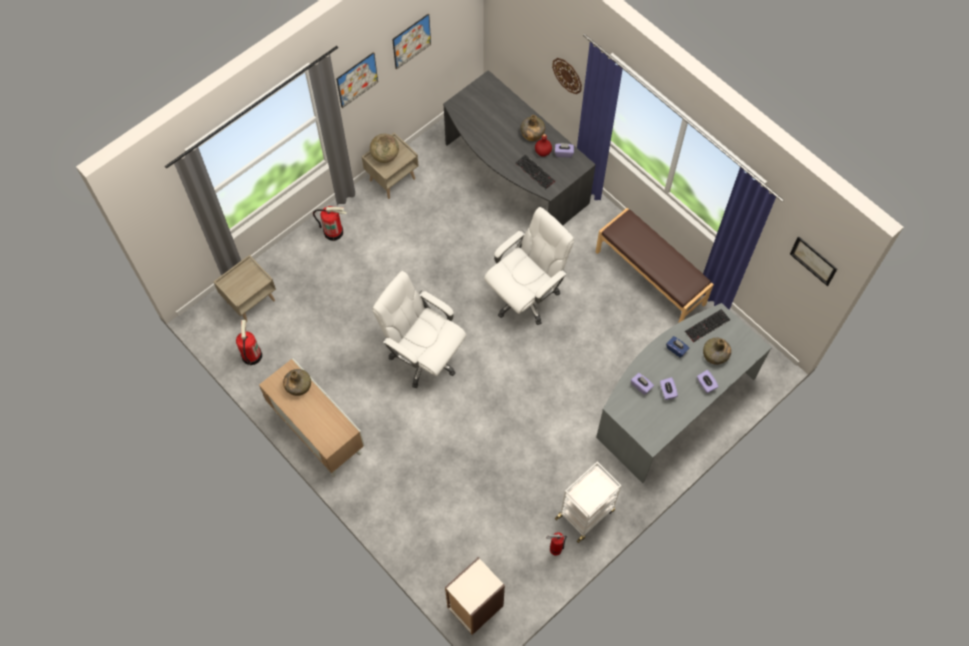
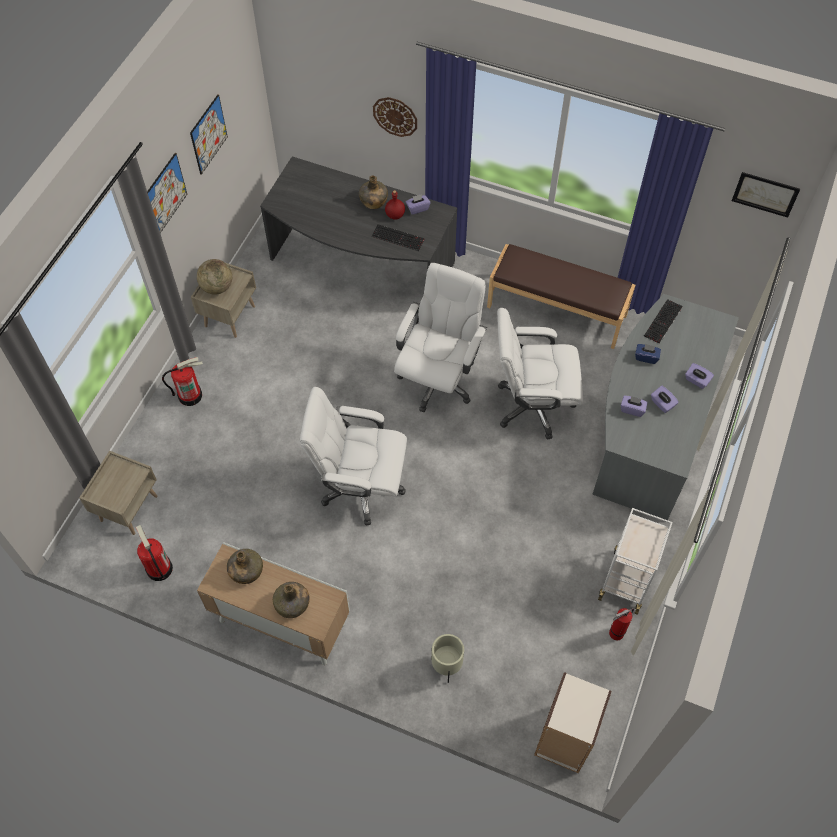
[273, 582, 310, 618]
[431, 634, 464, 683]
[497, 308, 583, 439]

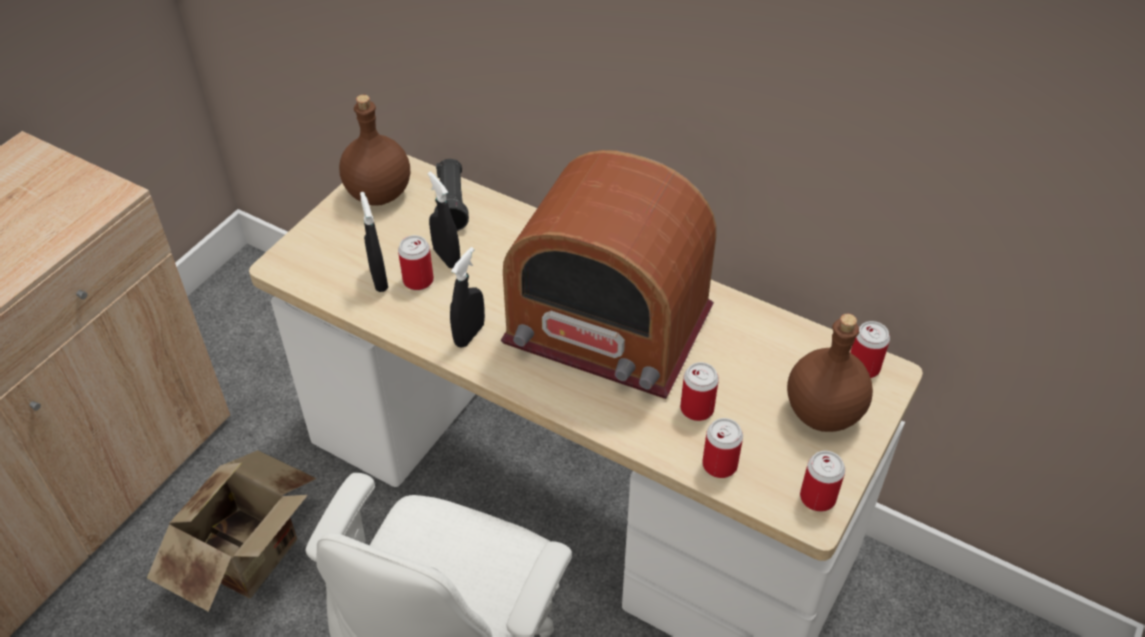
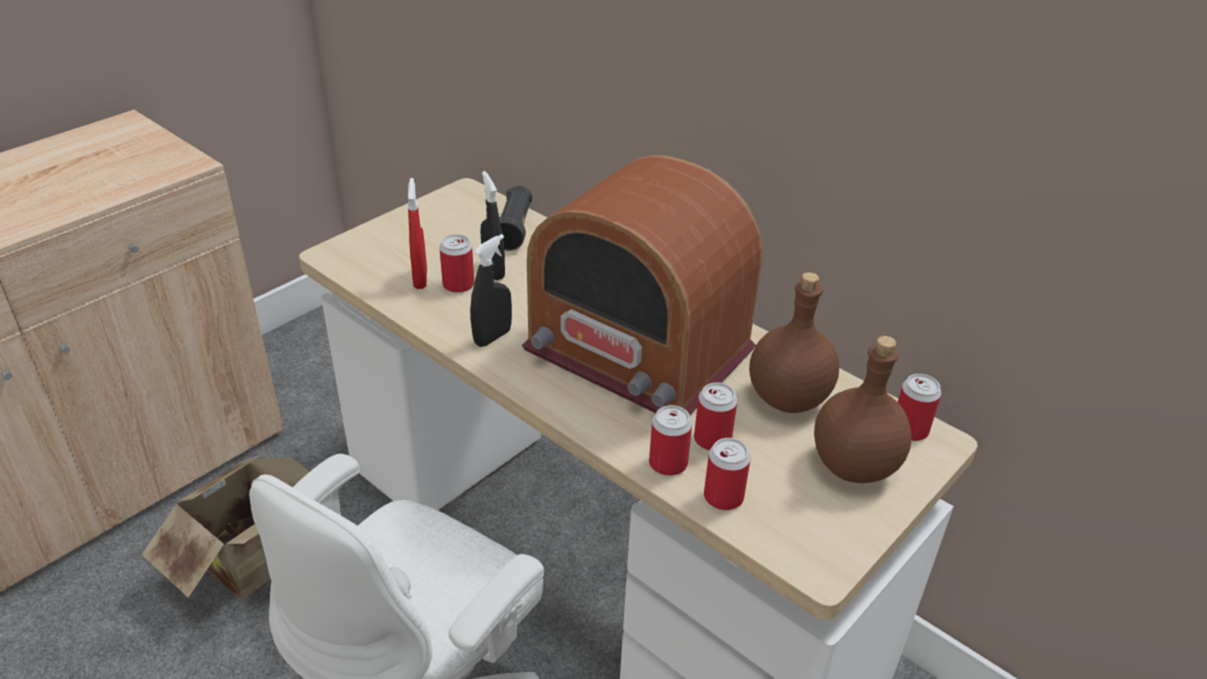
[408, 178, 427, 289]
[649, 405, 692, 476]
[749, 272, 839, 413]

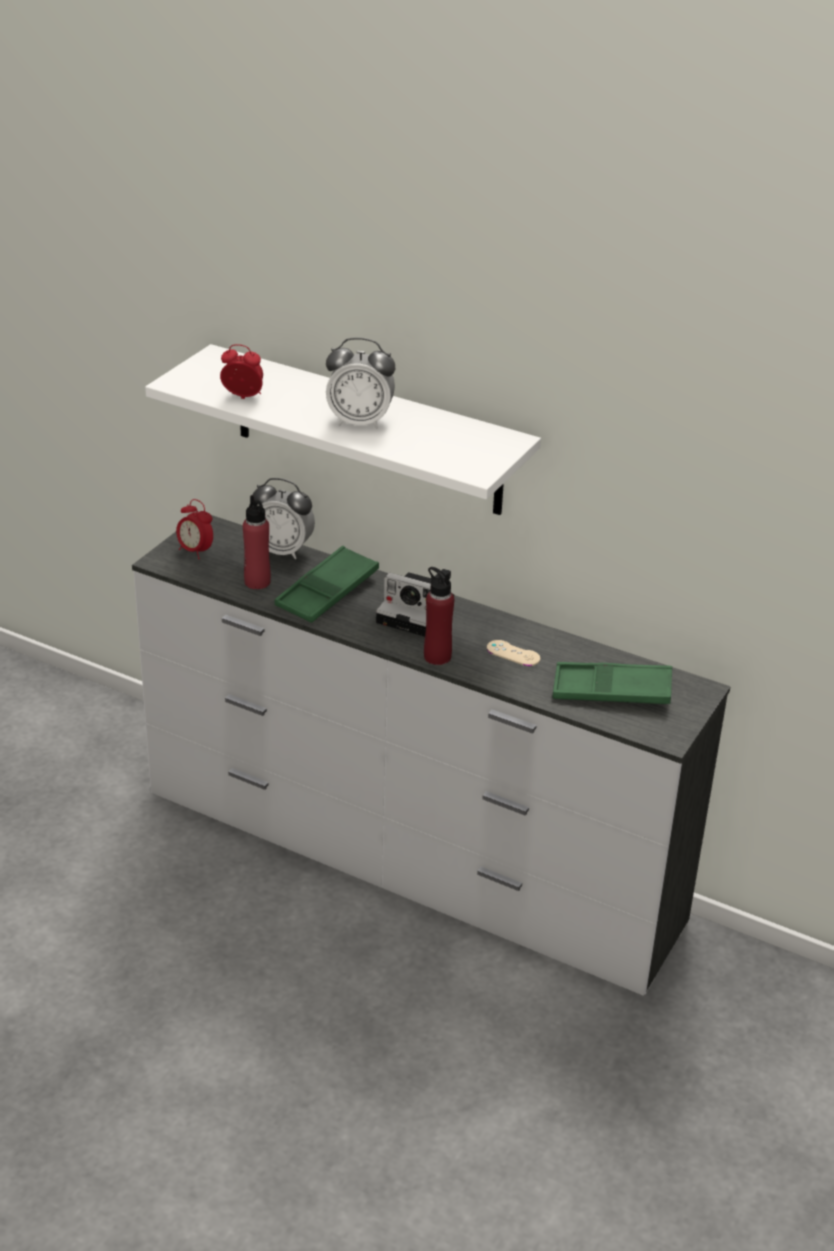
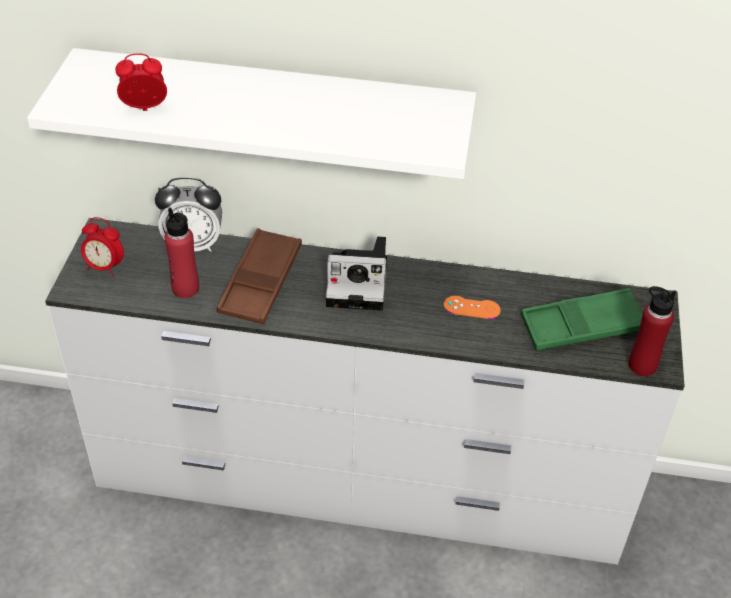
[217, 228, 302, 324]
[444, 296, 501, 319]
[628, 286, 676, 377]
[326, 337, 395, 429] (first image)

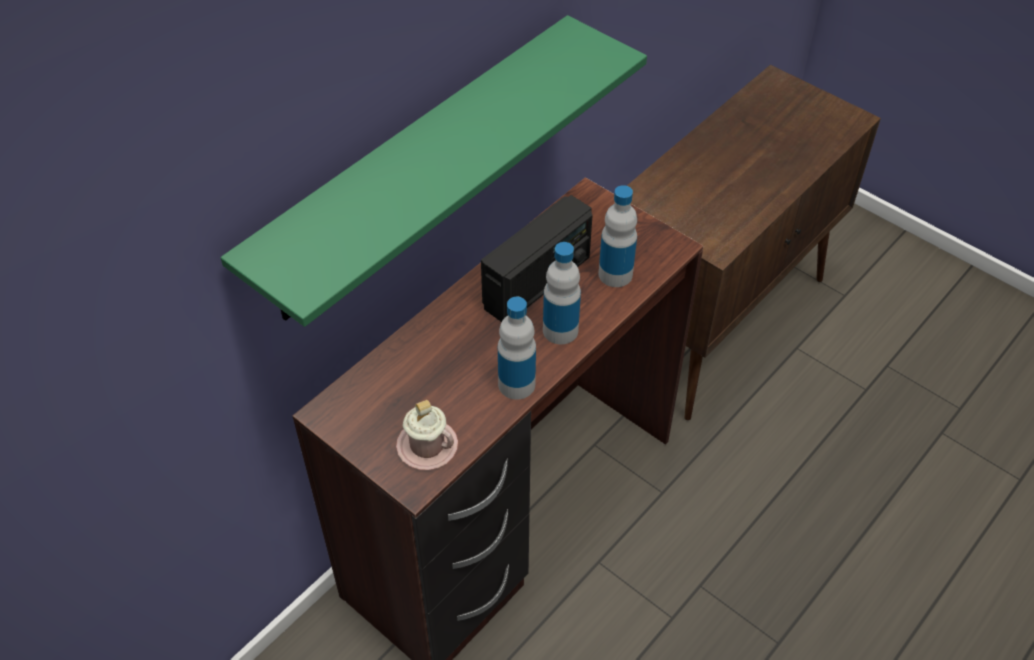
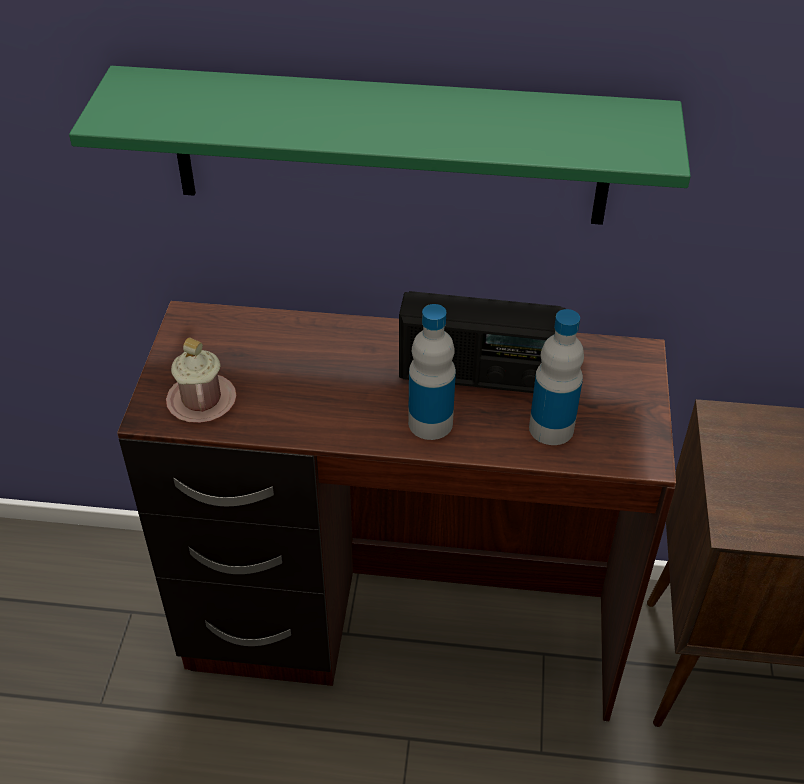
[498, 297, 536, 399] (first image)

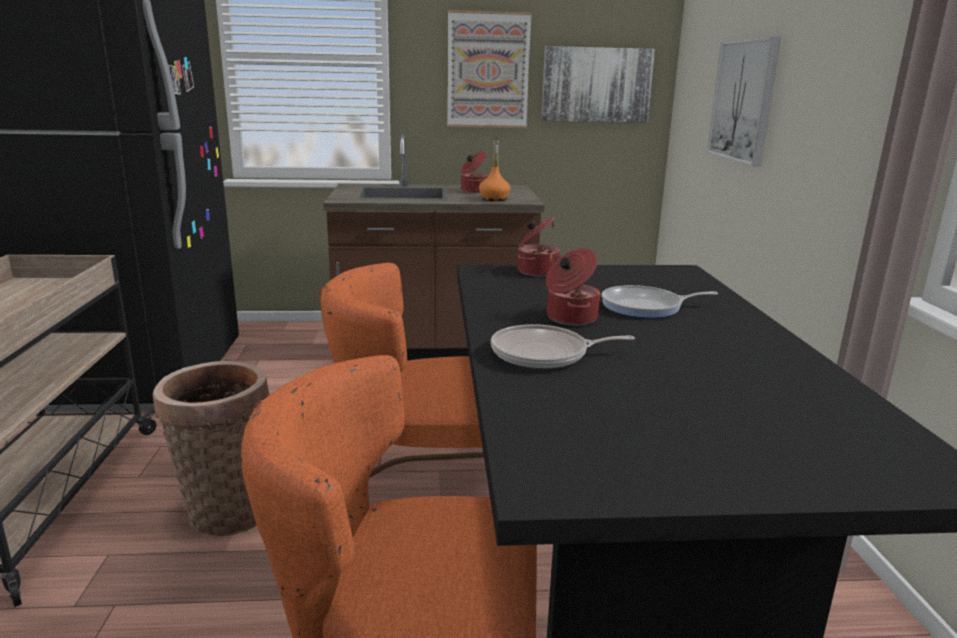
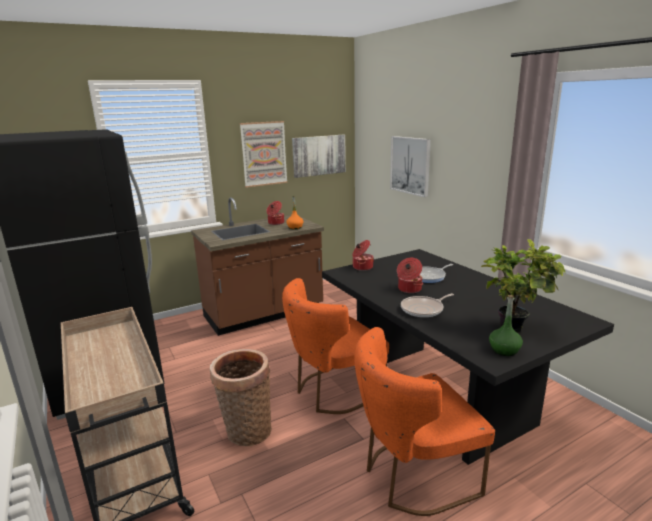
[481, 239, 565, 333]
[489, 295, 523, 356]

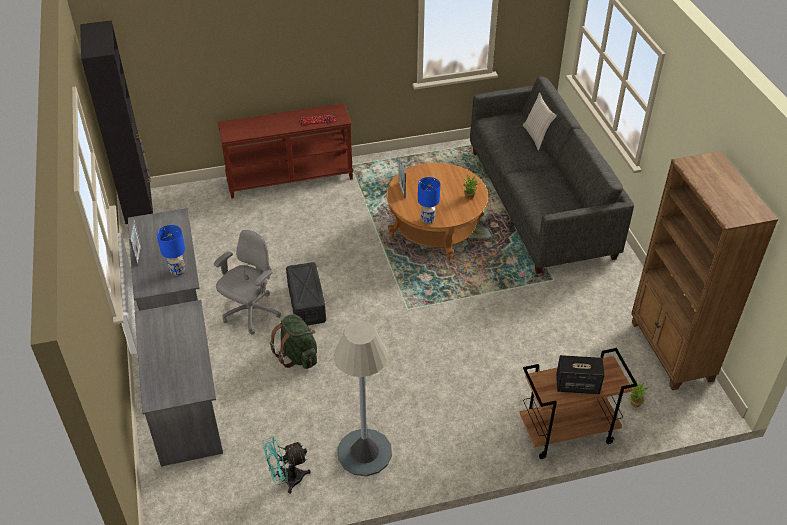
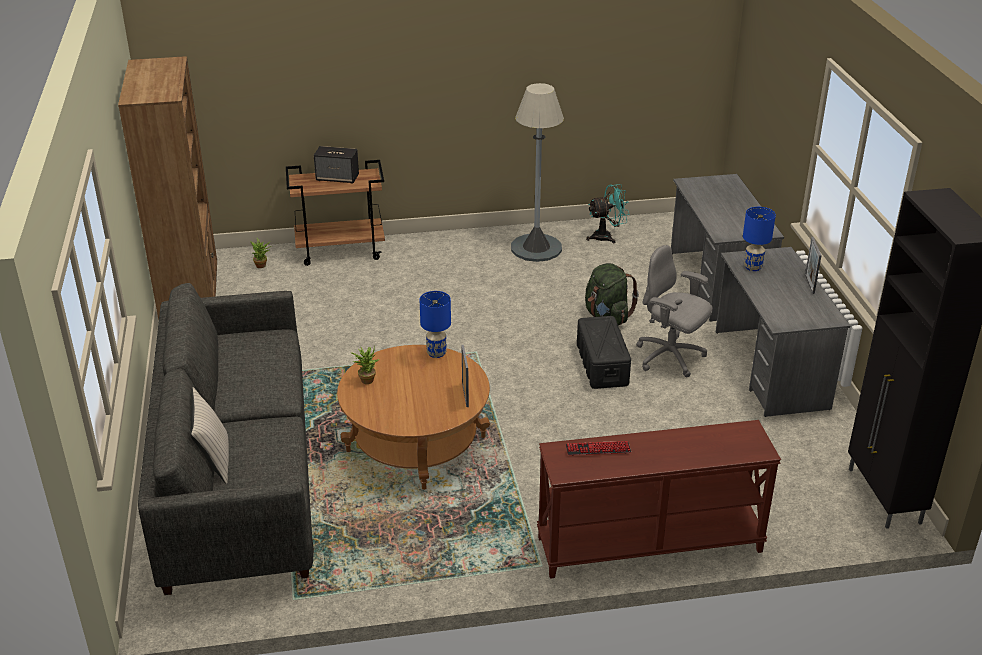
[636, 245, 713, 377]

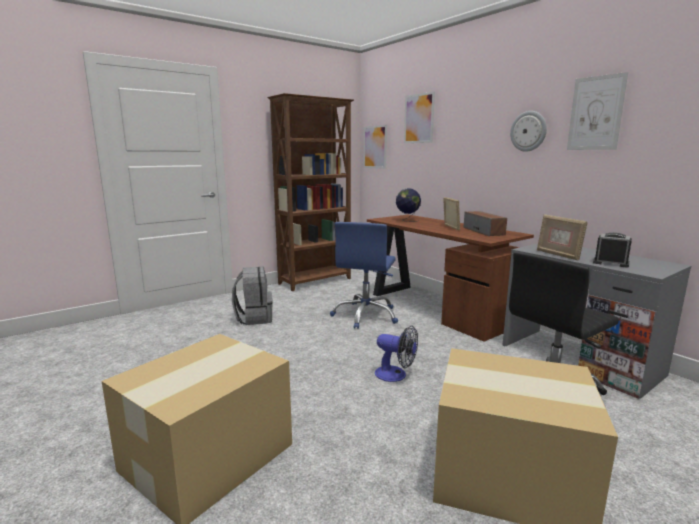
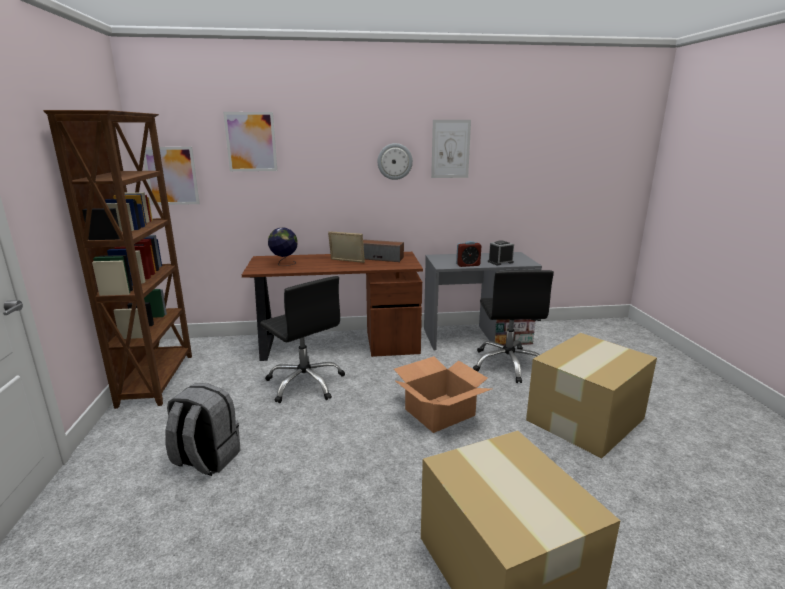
[260, 276, 345, 403]
[394, 356, 491, 433]
[456, 241, 481, 267]

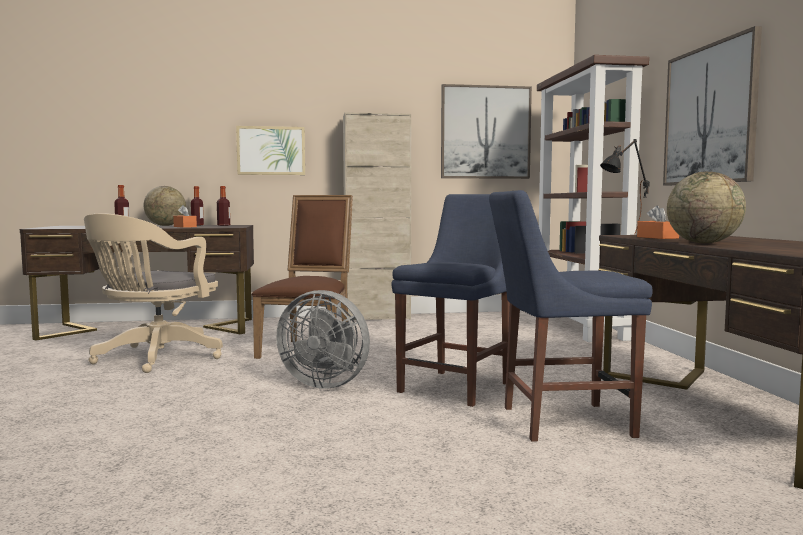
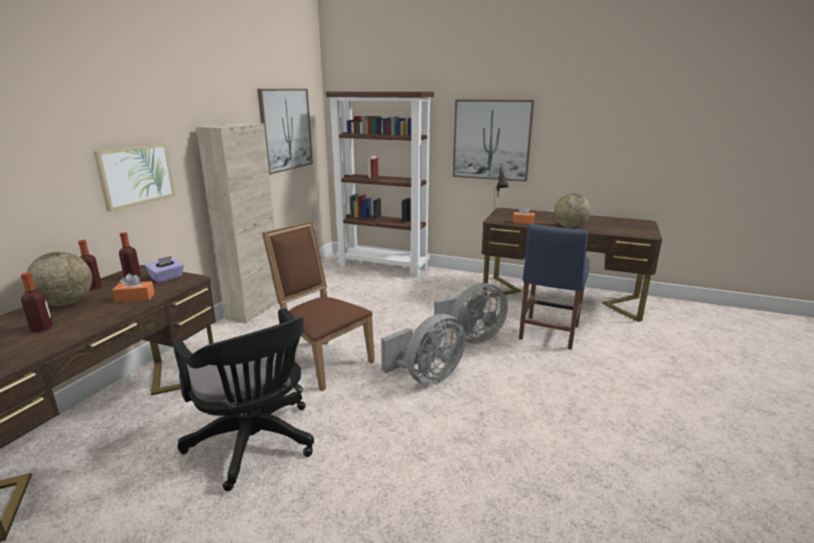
[146, 256, 184, 283]
[172, 308, 314, 491]
[434, 283, 508, 344]

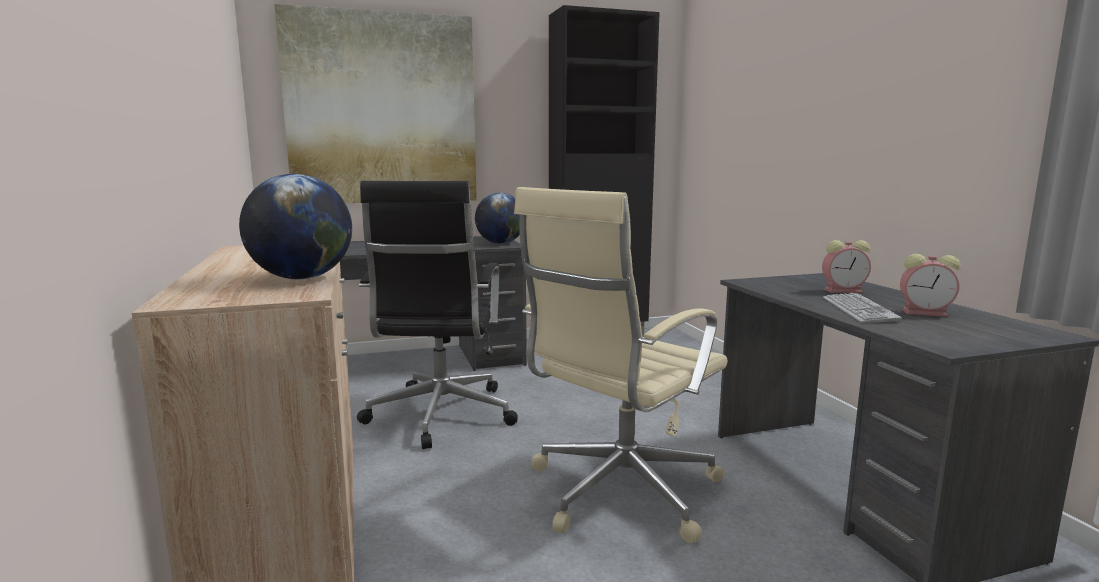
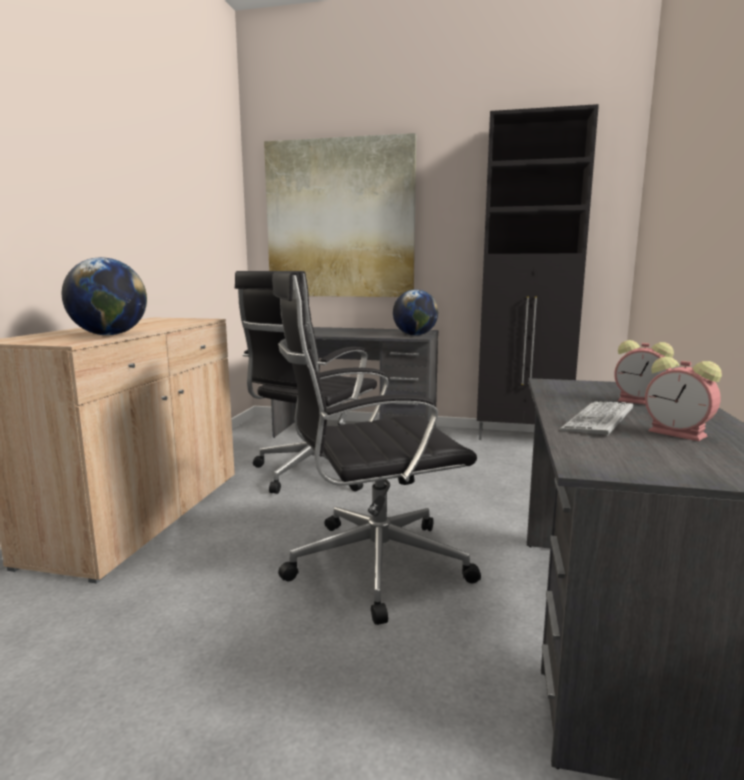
[272, 271, 481, 625]

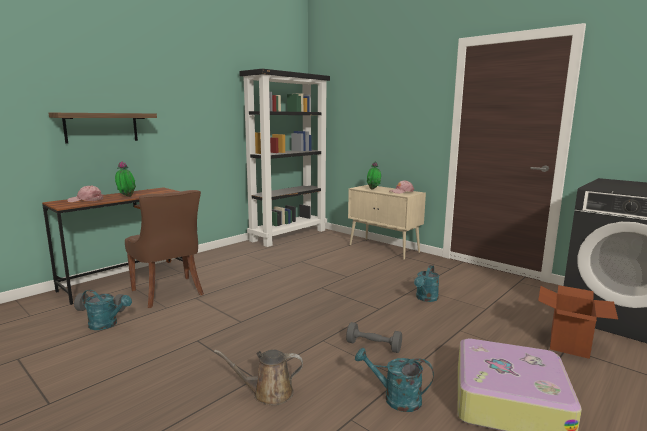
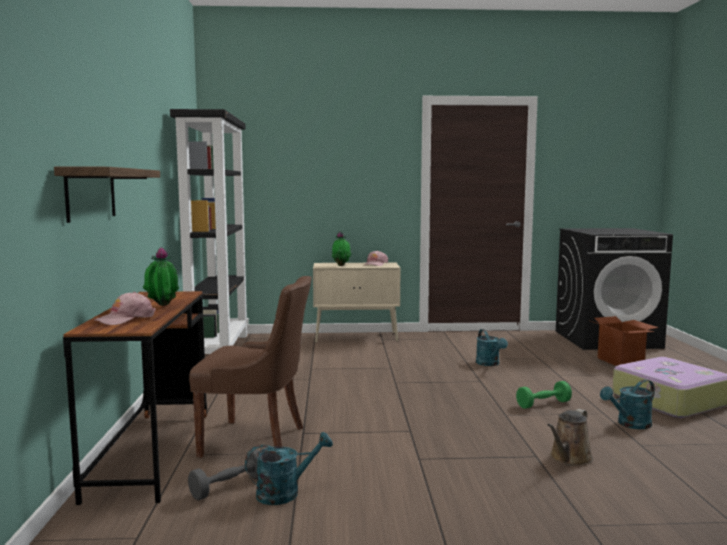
[516, 381, 572, 409]

